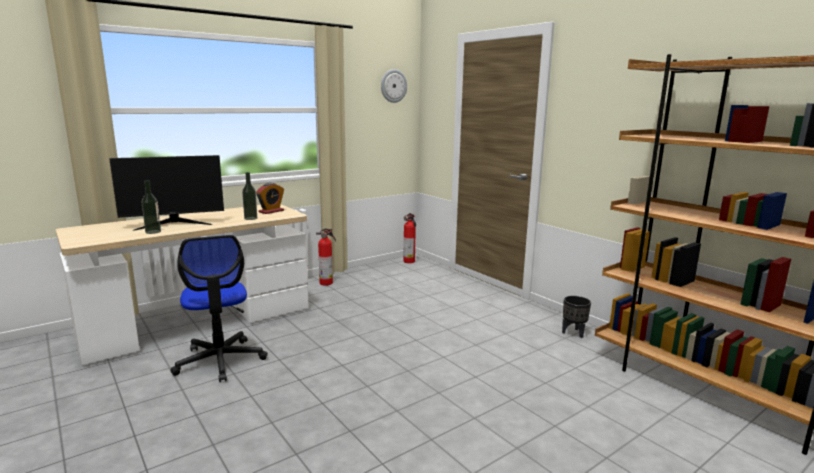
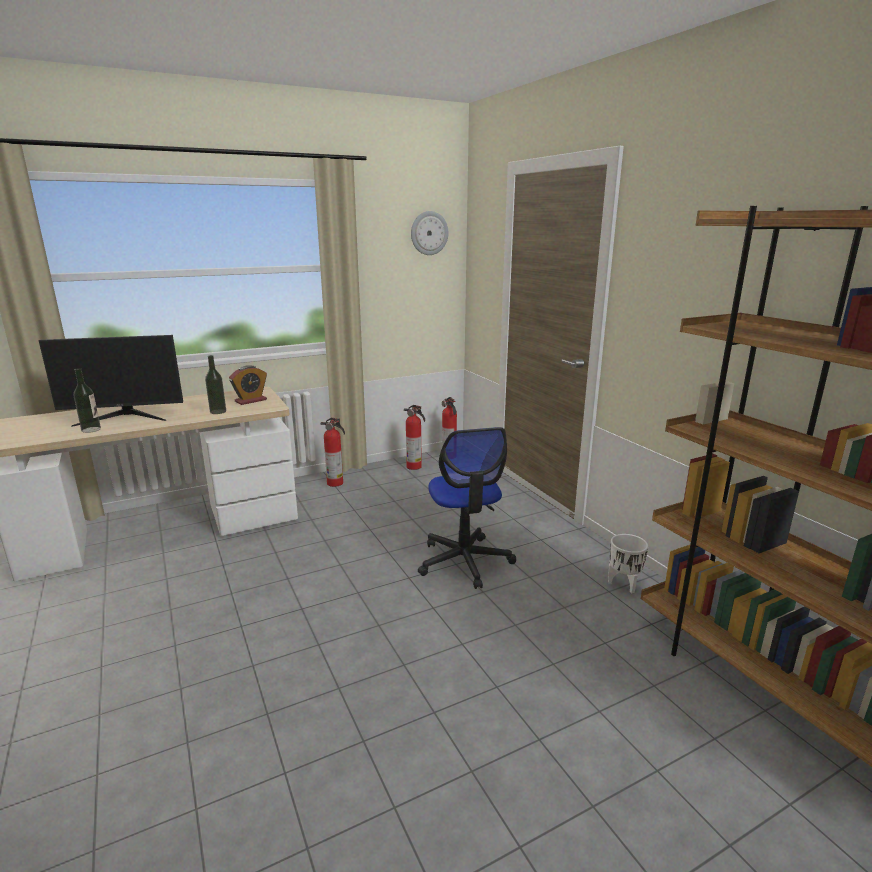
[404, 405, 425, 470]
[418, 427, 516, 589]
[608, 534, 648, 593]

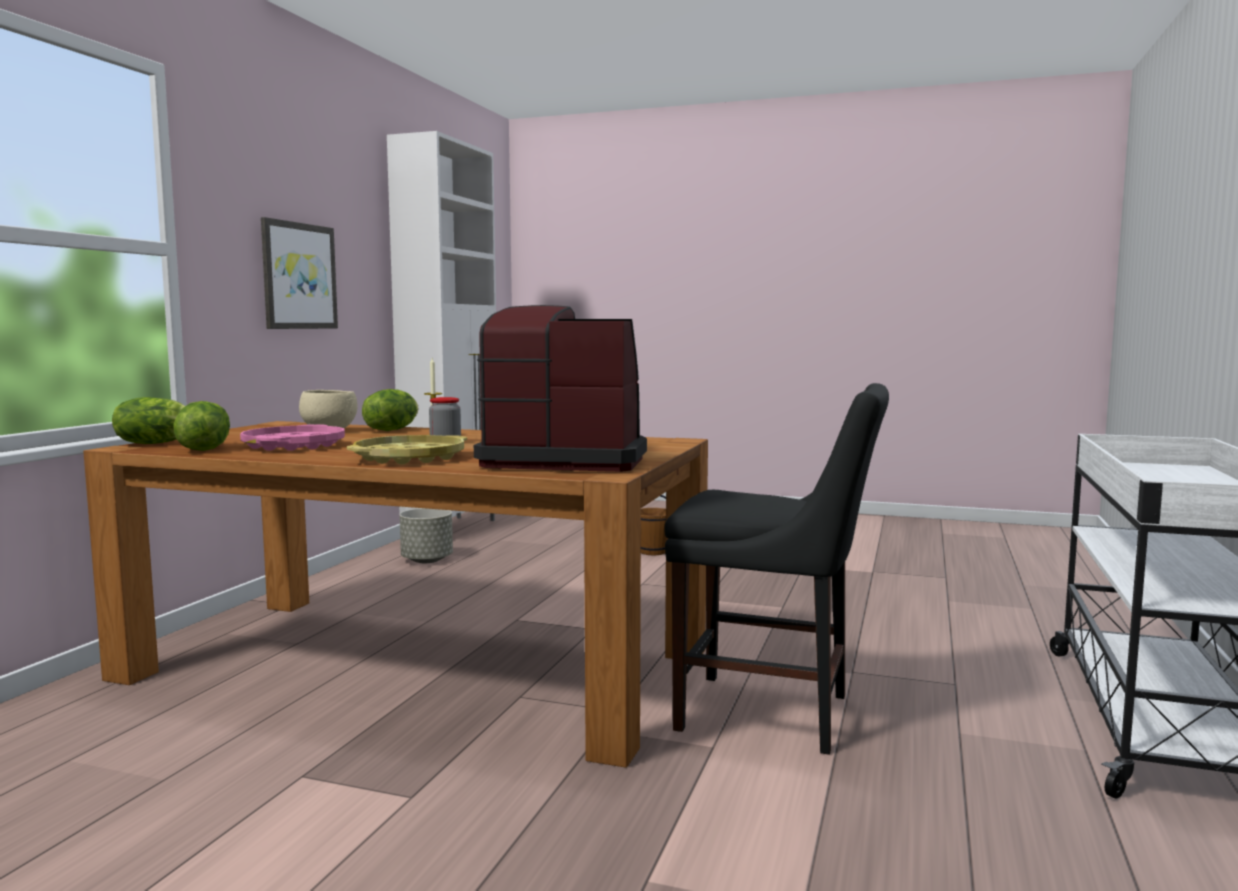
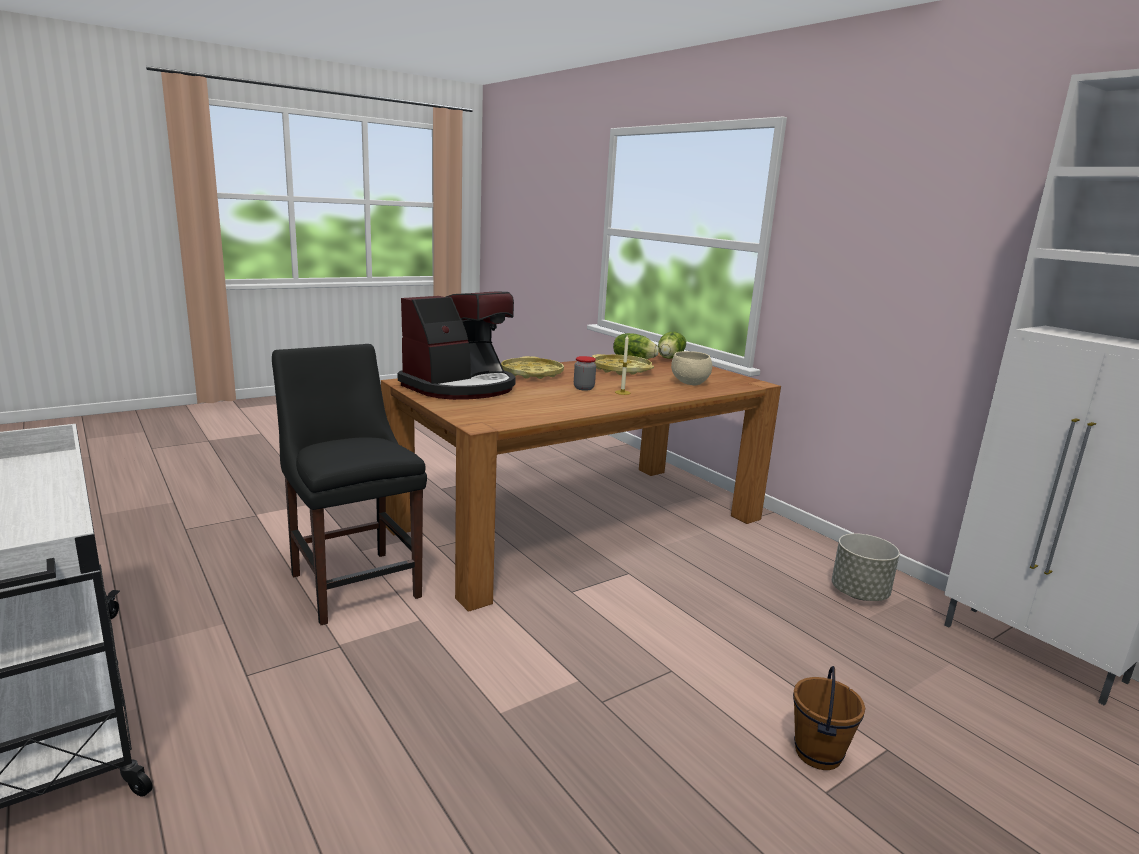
[272, 344, 427, 625]
[592, 354, 654, 375]
[261, 217, 338, 329] (first image)
[362, 389, 418, 431] (first image)

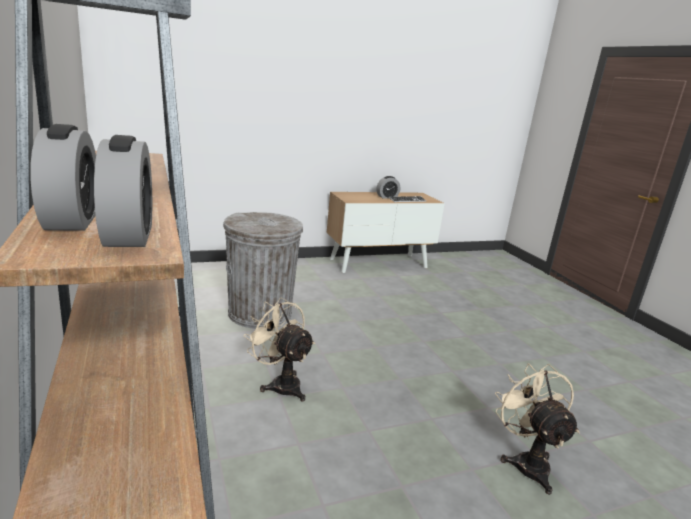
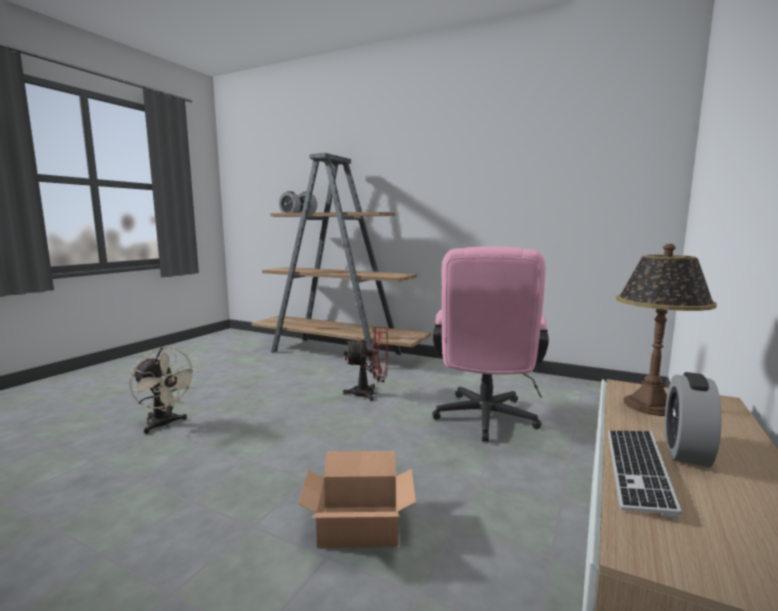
[298, 451, 416, 548]
[343, 327, 388, 401]
[432, 246, 549, 442]
[616, 244, 717, 416]

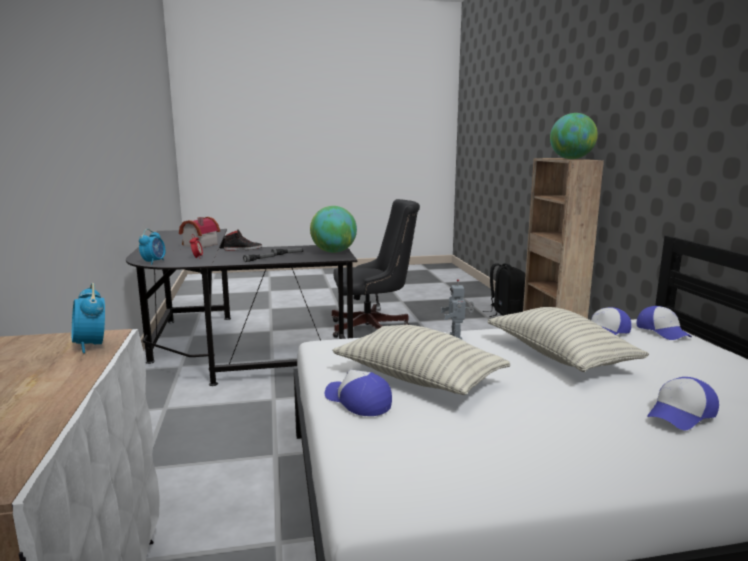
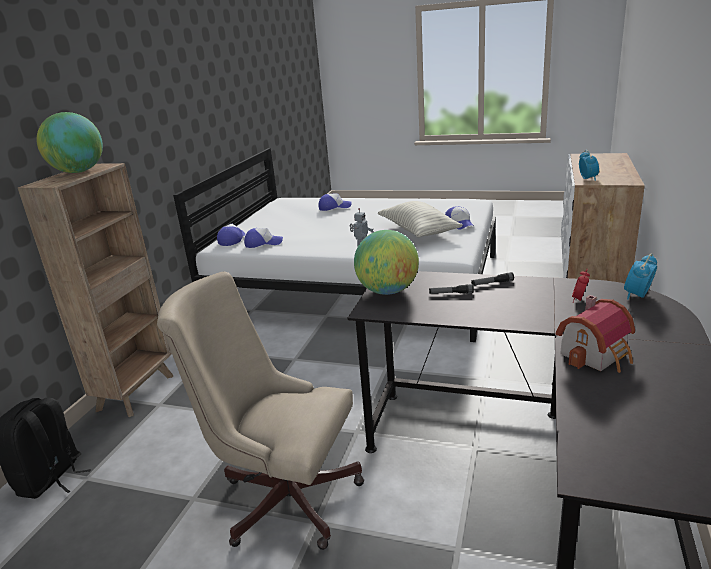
[157, 272, 364, 550]
[224, 229, 262, 251] (first image)
[487, 307, 649, 372] (first image)

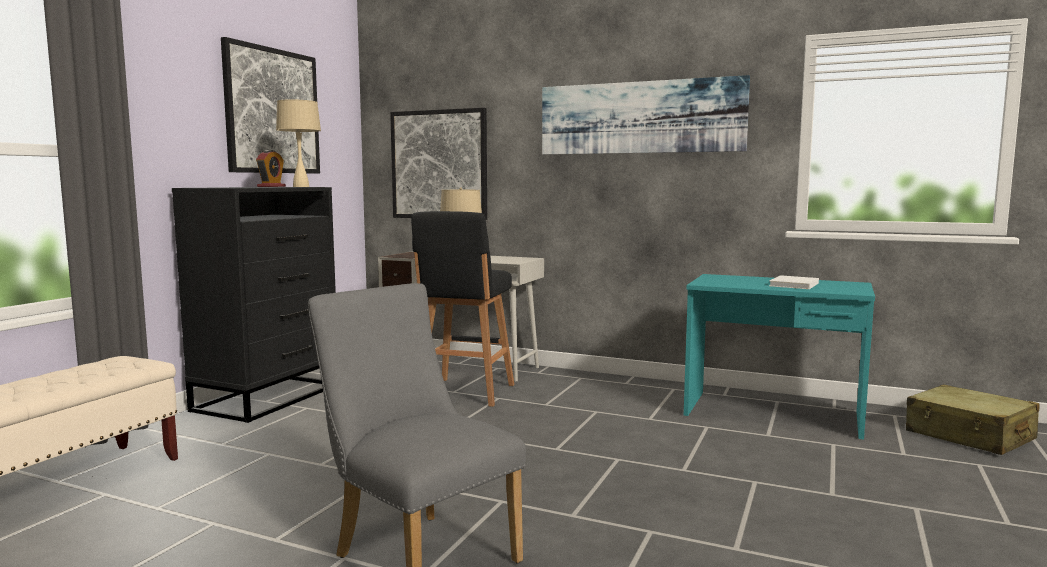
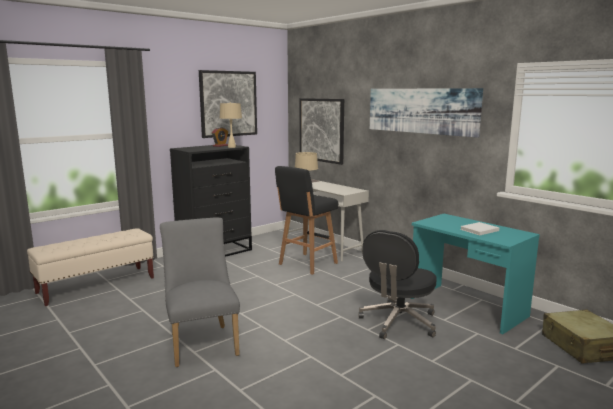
[358, 230, 437, 339]

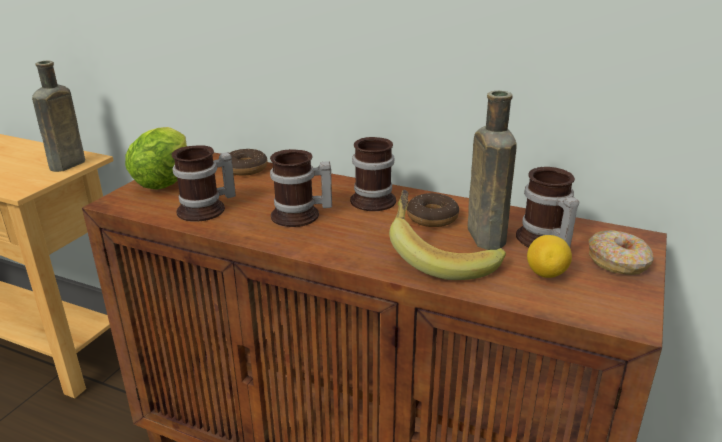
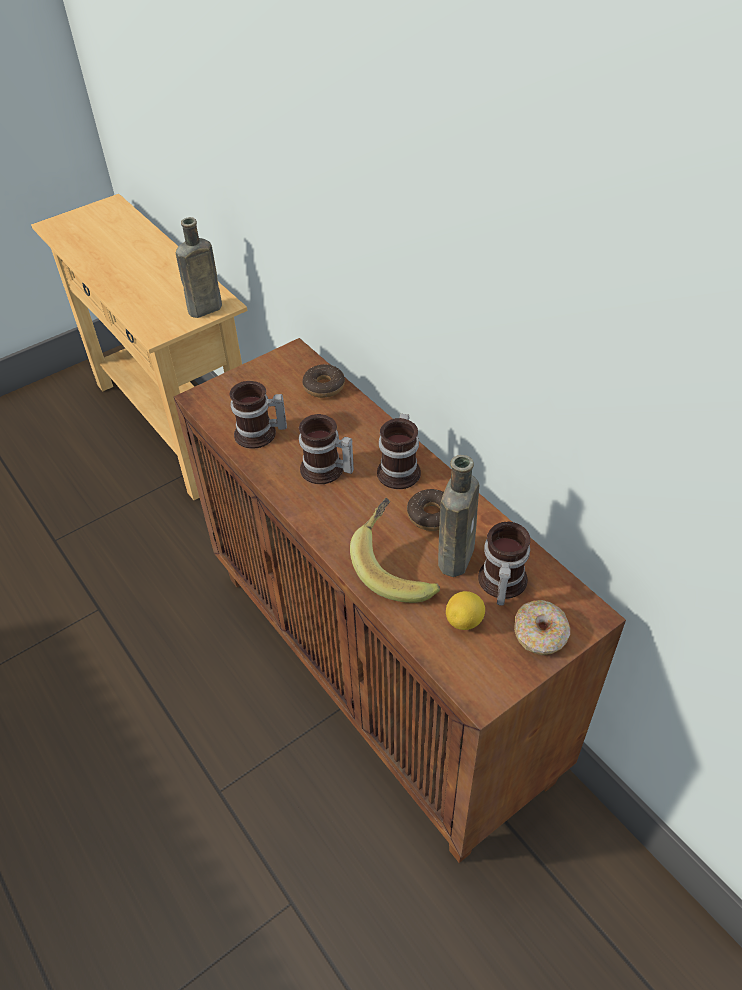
[125, 127, 187, 189] (first image)

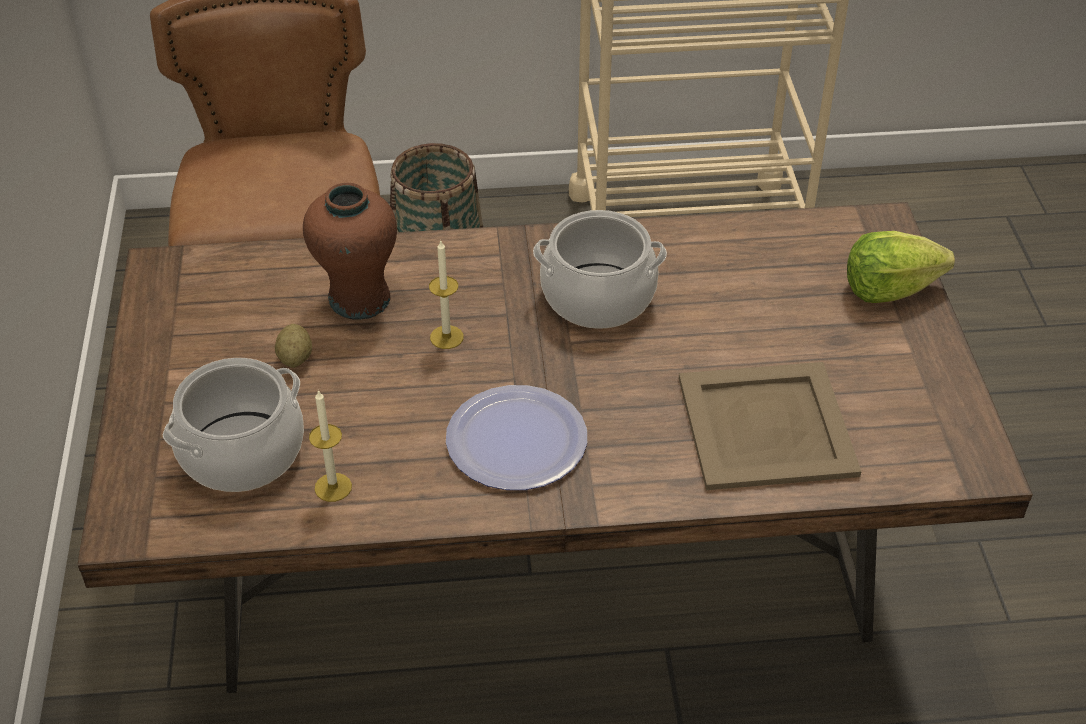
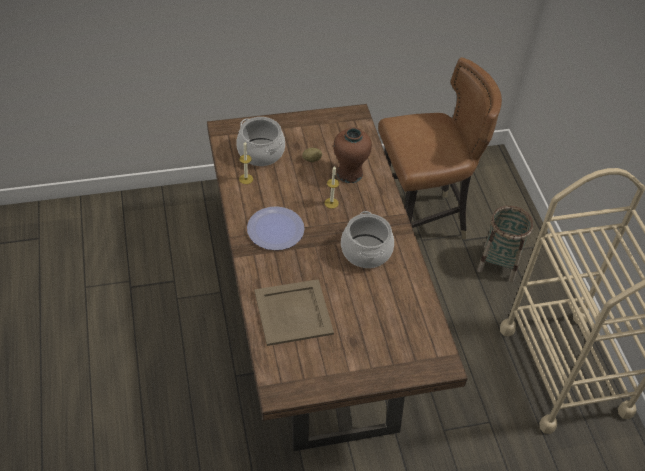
[847, 231, 955, 303] (first image)

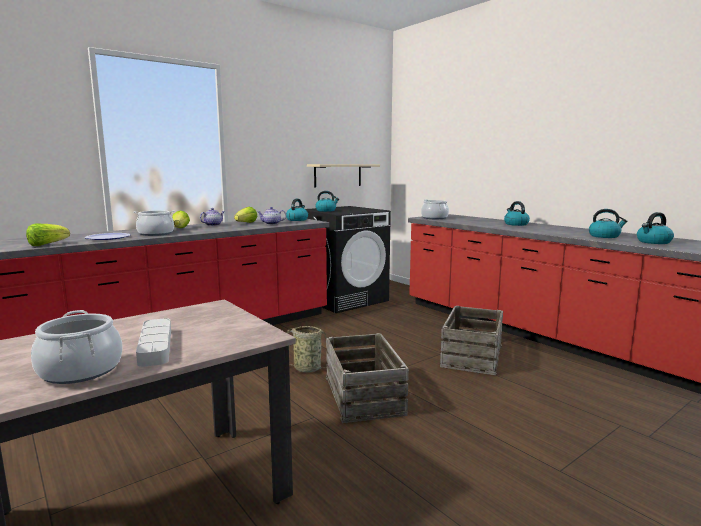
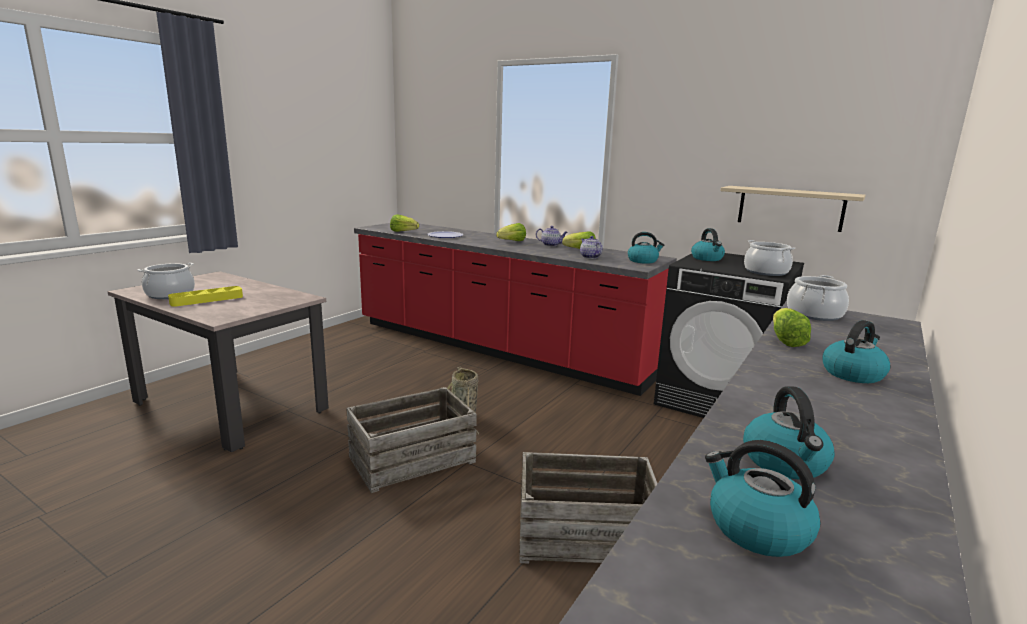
[168, 286, 243, 307]
[744, 240, 795, 276]
[773, 308, 811, 347]

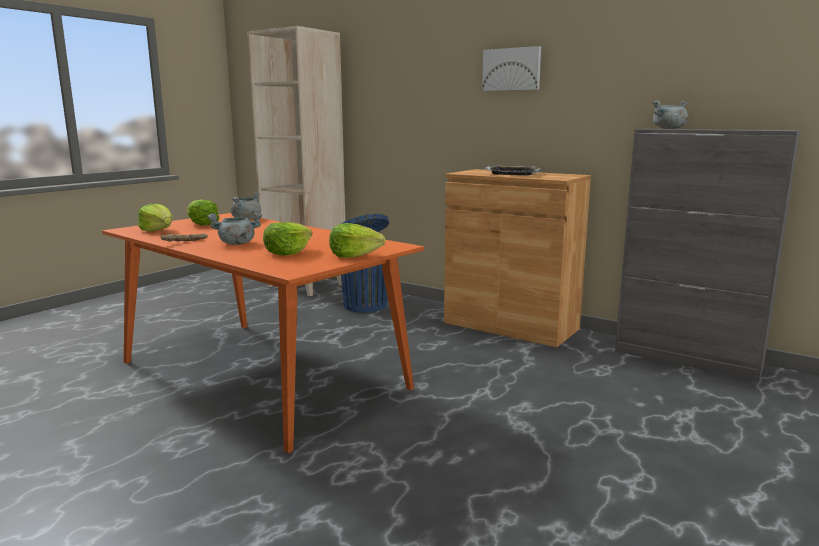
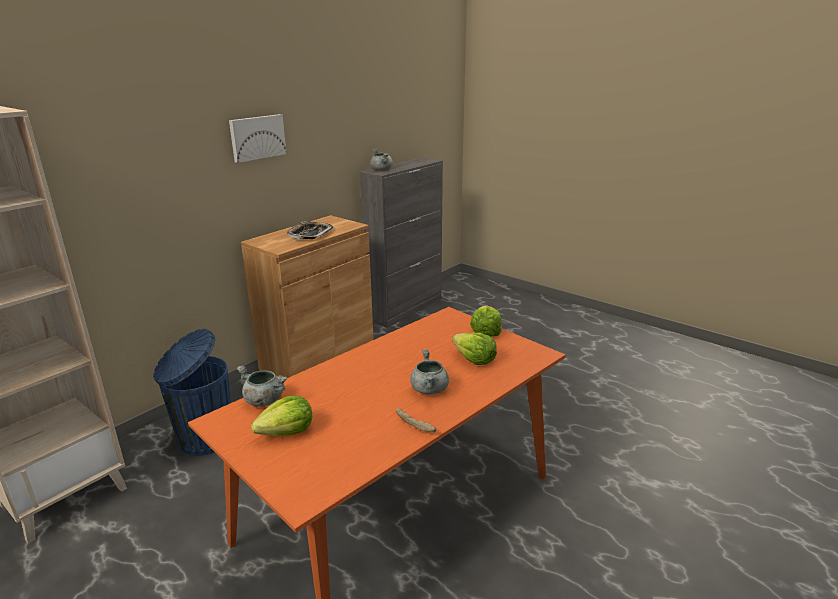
[138, 204, 173, 232] (first image)

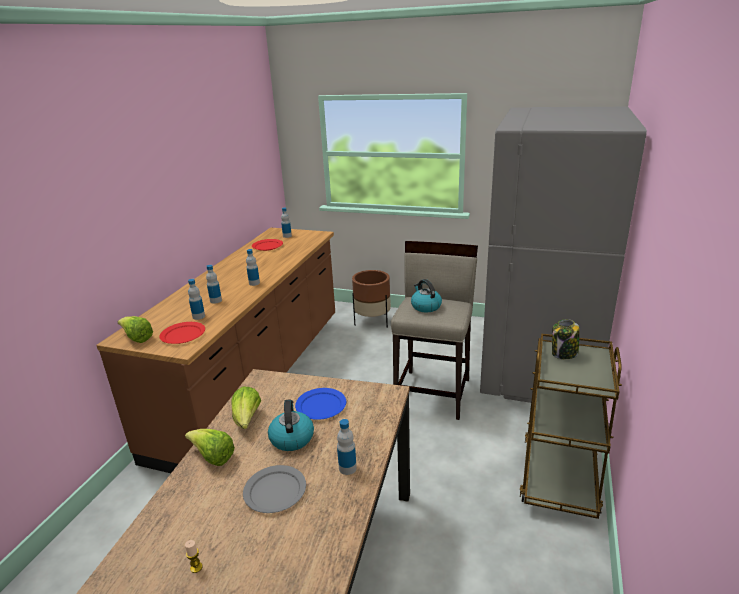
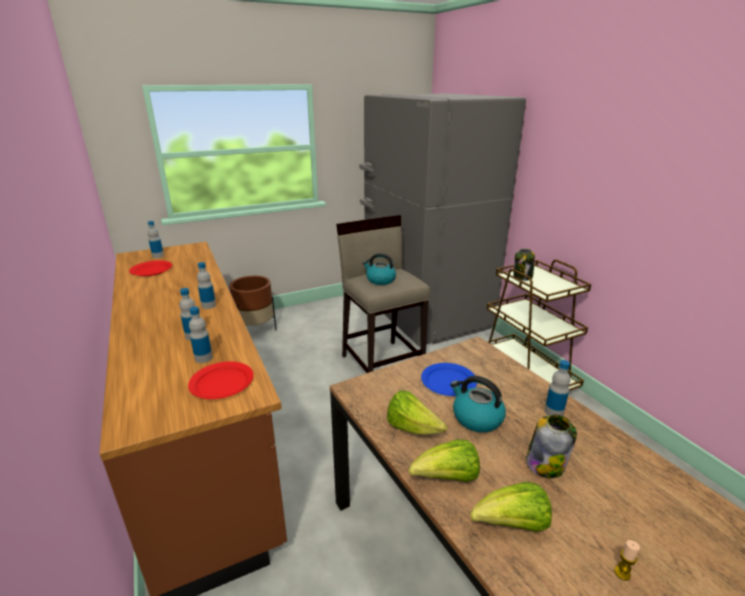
[470, 482, 552, 532]
[526, 415, 577, 478]

